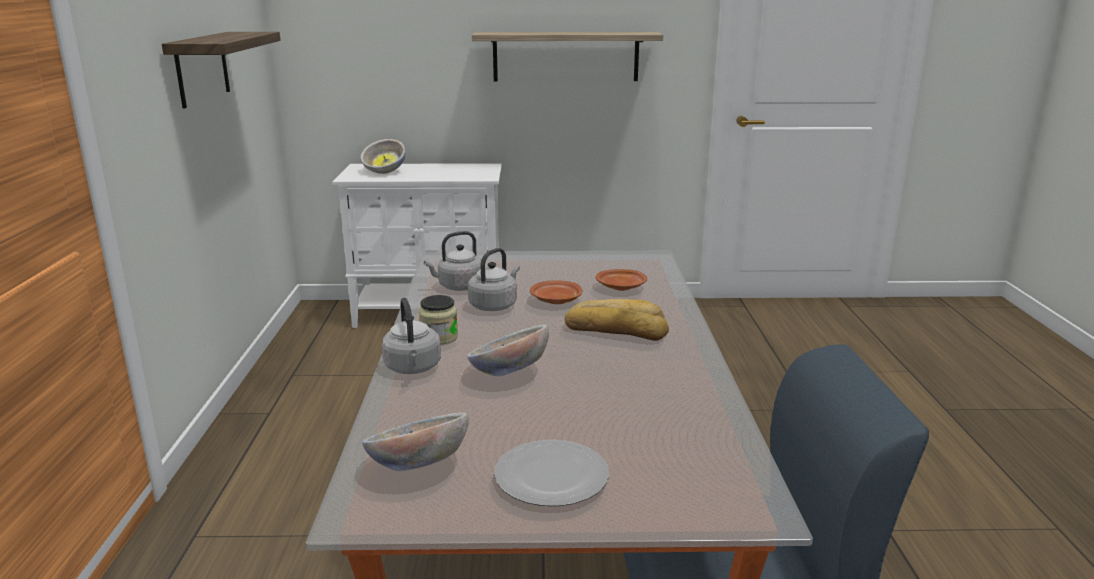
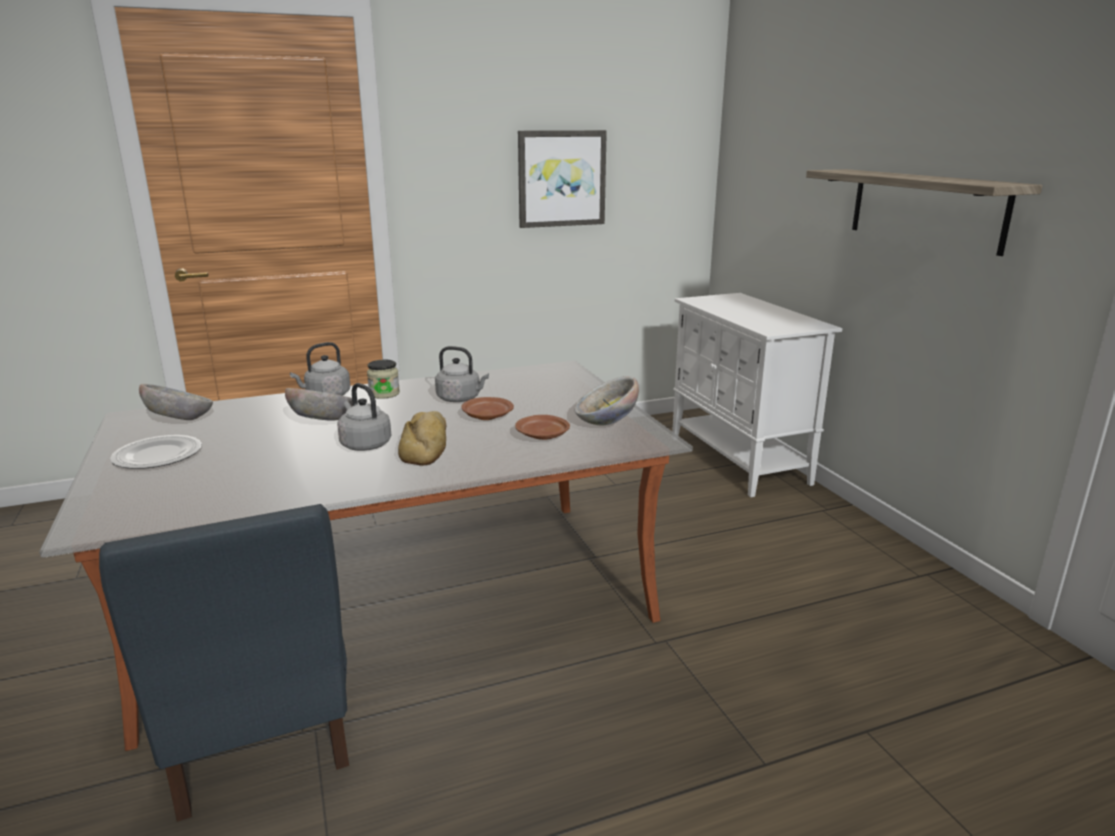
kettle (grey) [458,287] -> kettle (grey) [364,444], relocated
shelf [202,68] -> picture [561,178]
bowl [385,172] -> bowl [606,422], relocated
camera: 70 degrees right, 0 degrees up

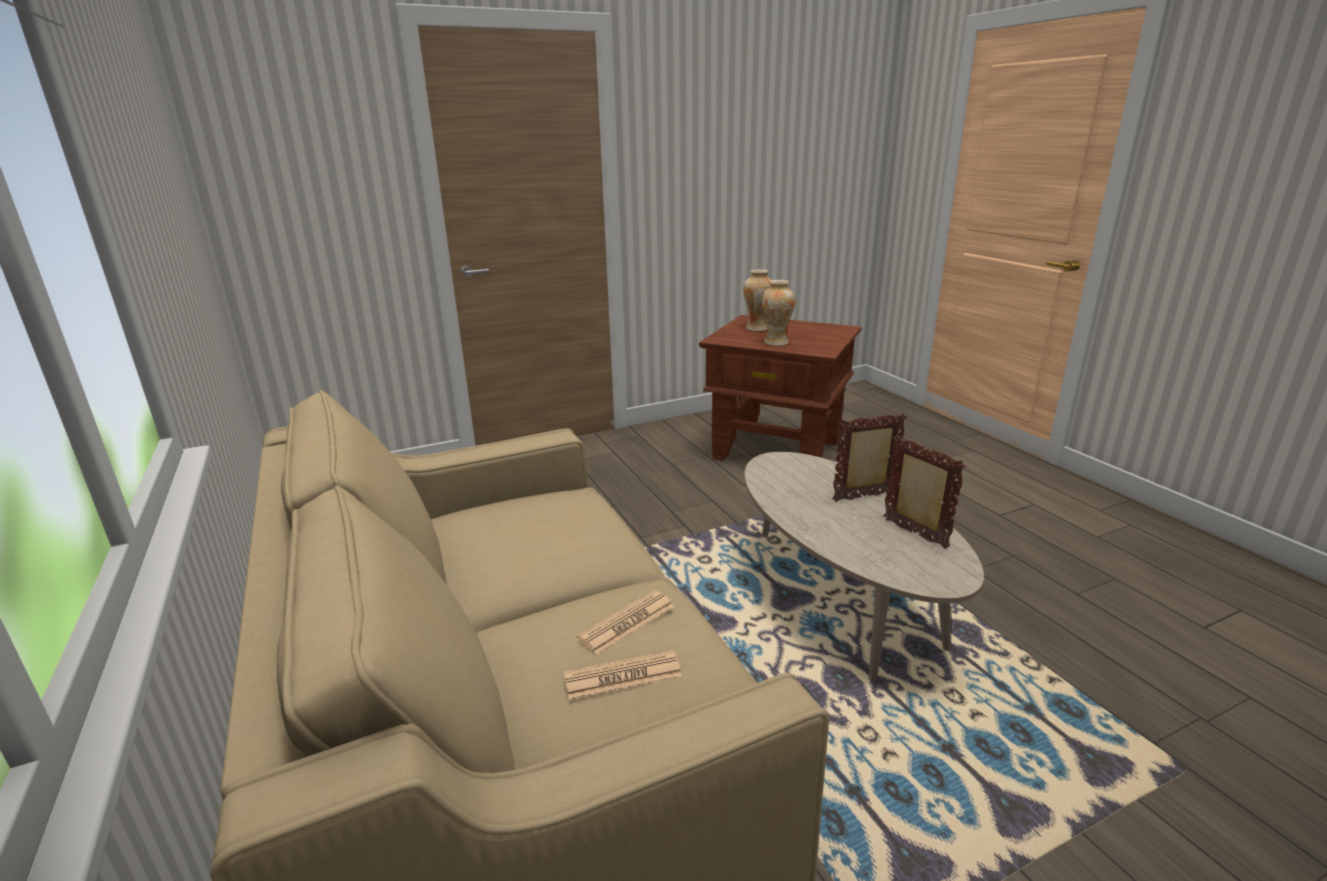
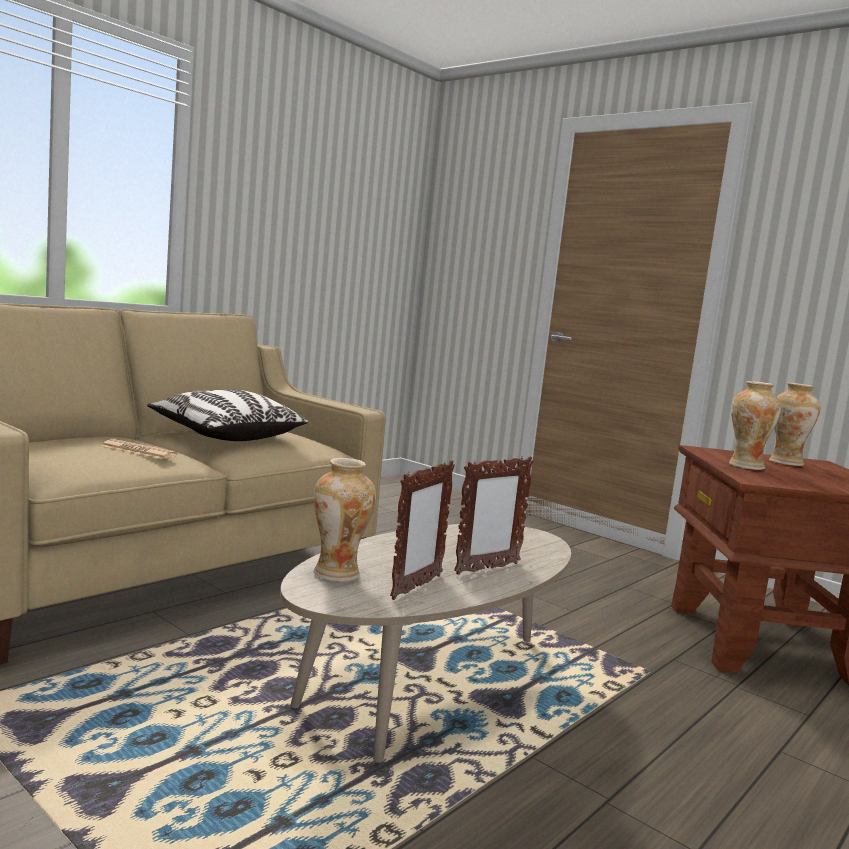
none -> pillow [226,436]
none -> vase [337,574]
picture frame [864,497] -> picture frame [486,569], 90 degrees clockwise
newspaper [622,676] -> none
camera: 65 degrees right, 15 degrees down

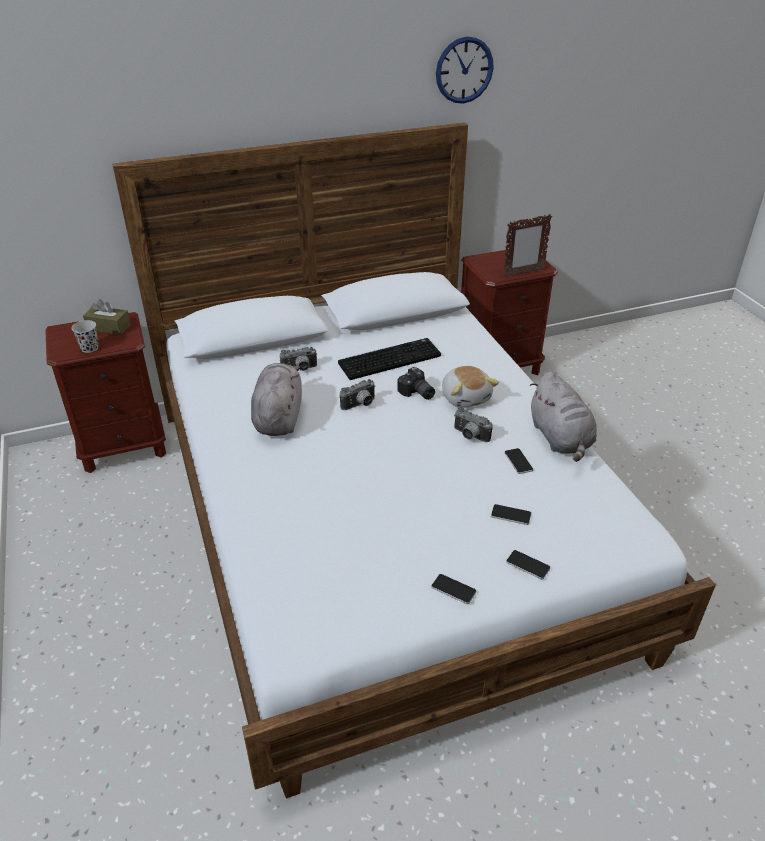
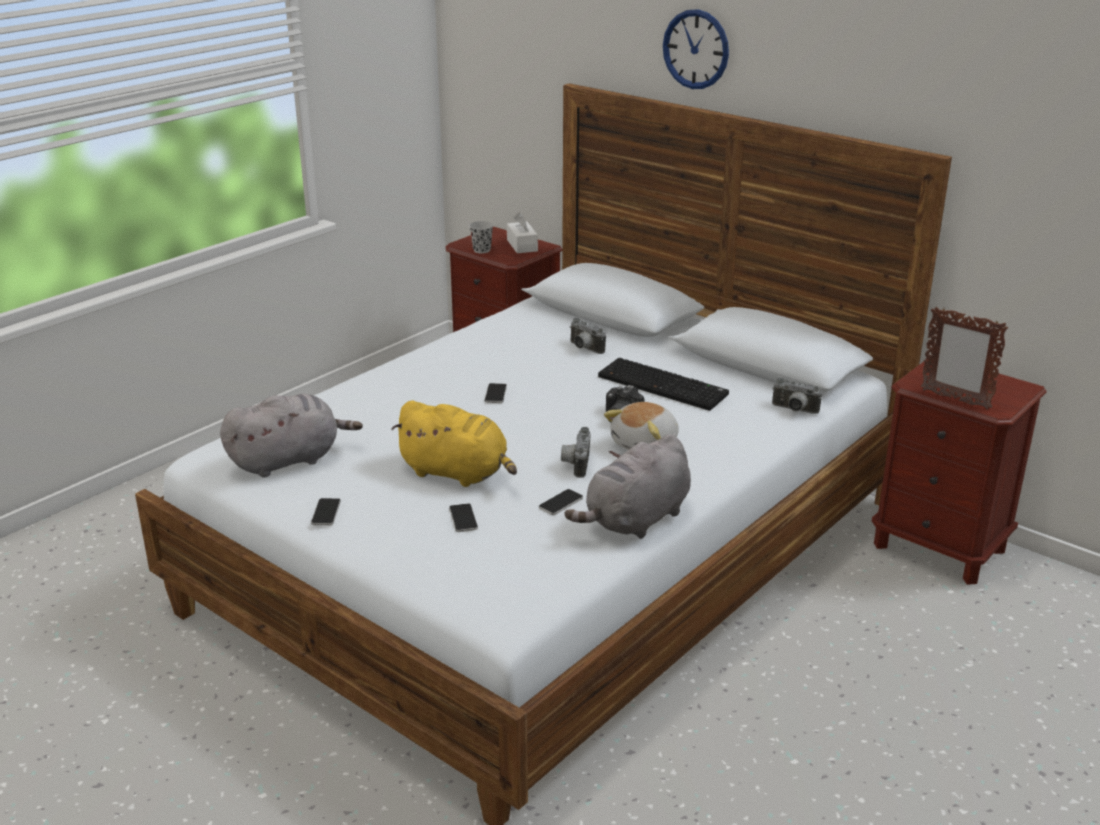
plush toy (grey) [278,417] -> plush toy (grey) [289,460], relocated
none -> plush toy (yellow) [457,473]
phone [528,565] -> phone [495,394], relocated
tissue box (brown) [108,327] -> tissue box (white) [522,245]
wall clock [464,70] -> wall clock [696,49], relocated
photo camera [360,405] -> photo camera [794,410], relocated
camera: 60 degrees right, 10 degrees down

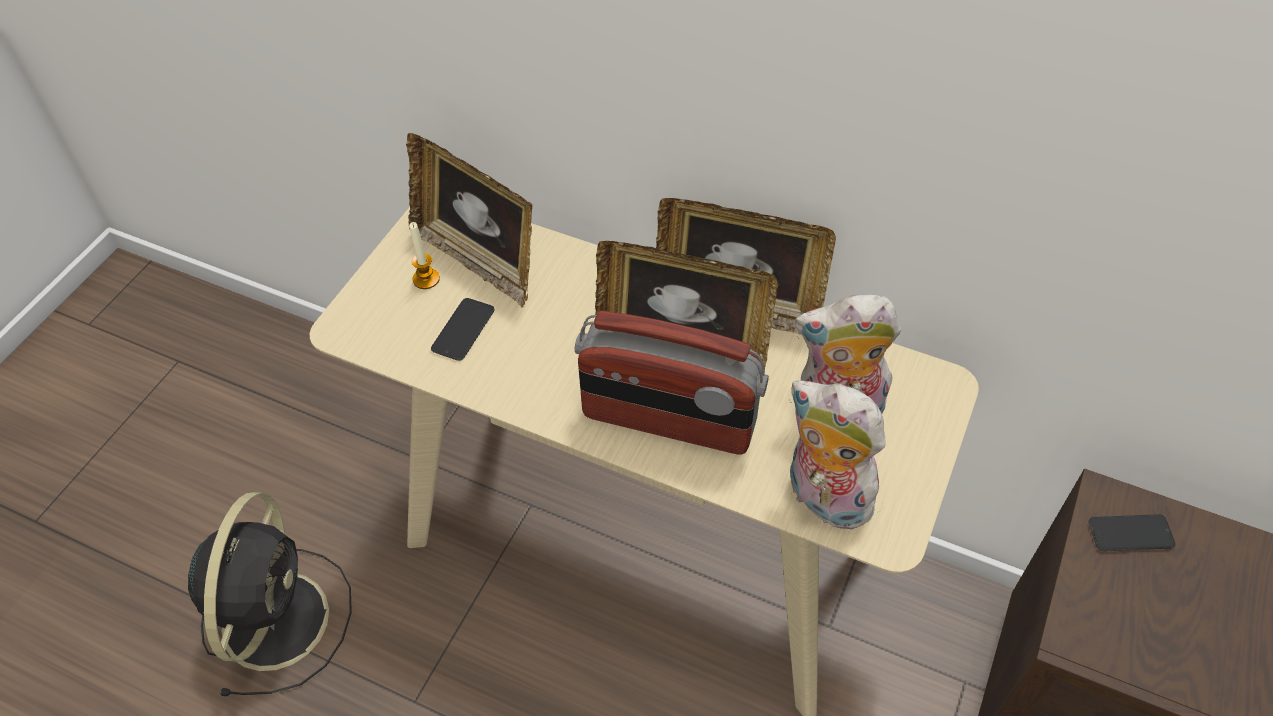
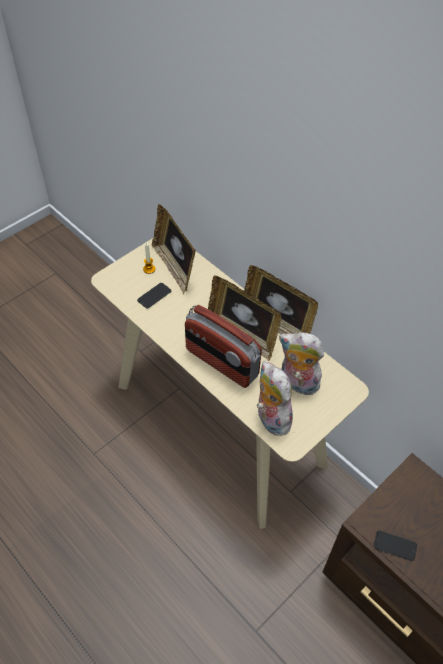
phone [1130,533] -> phone [395,546], relocated
fan (black) [277,615] -> none
camera: 20 degrees right, 0 degrees up

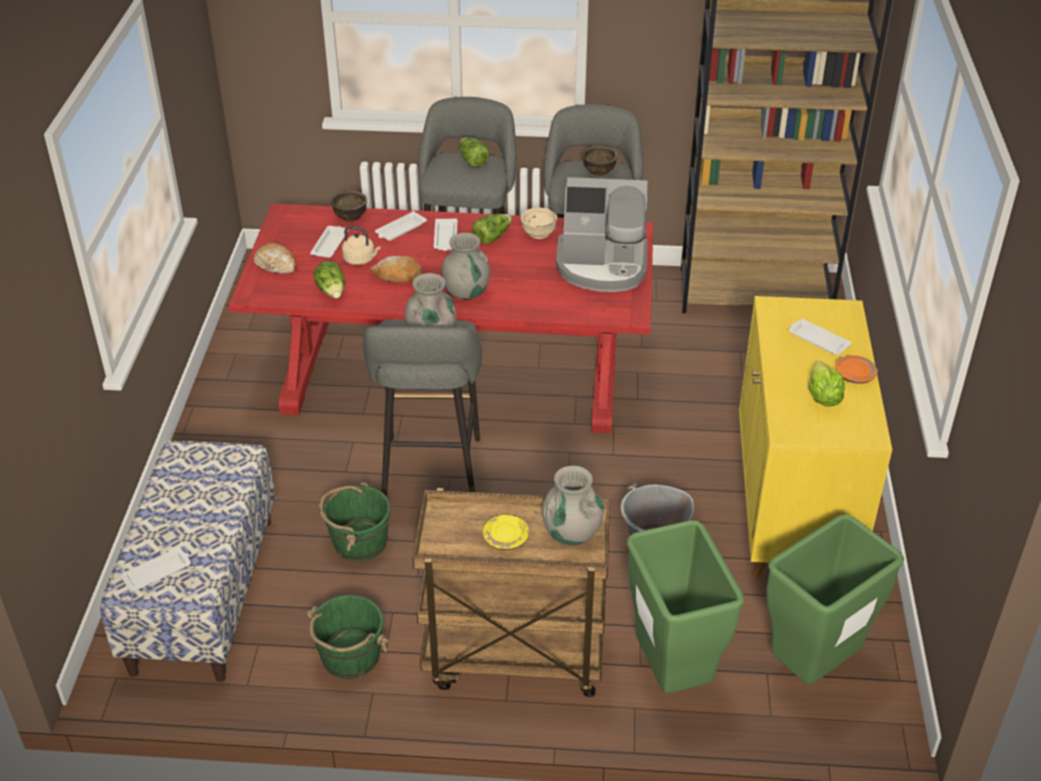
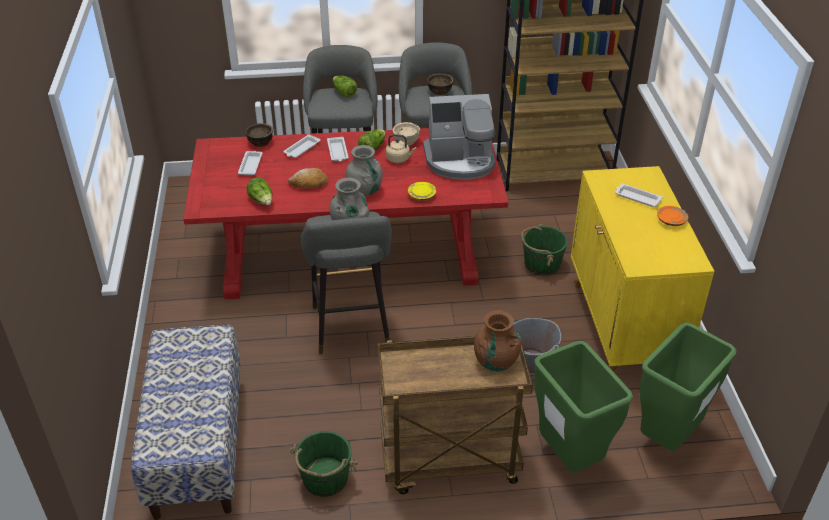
kettle (beige) [361,260] -> kettle (beige) [399,159], relocated
plate (yellow) [506,539] -> plate (yellow) [422,195], relocated
vase (grey) [571,532] -> vase (brown) [495,361]
bucket (green) [358,542] -> bucket (green) [541,263], relocated
tray (white) [158,572] -> none
bread [276,265] -> none
lettuce [822,398] -> none
camera: 10 degrees left, 0 degrees up

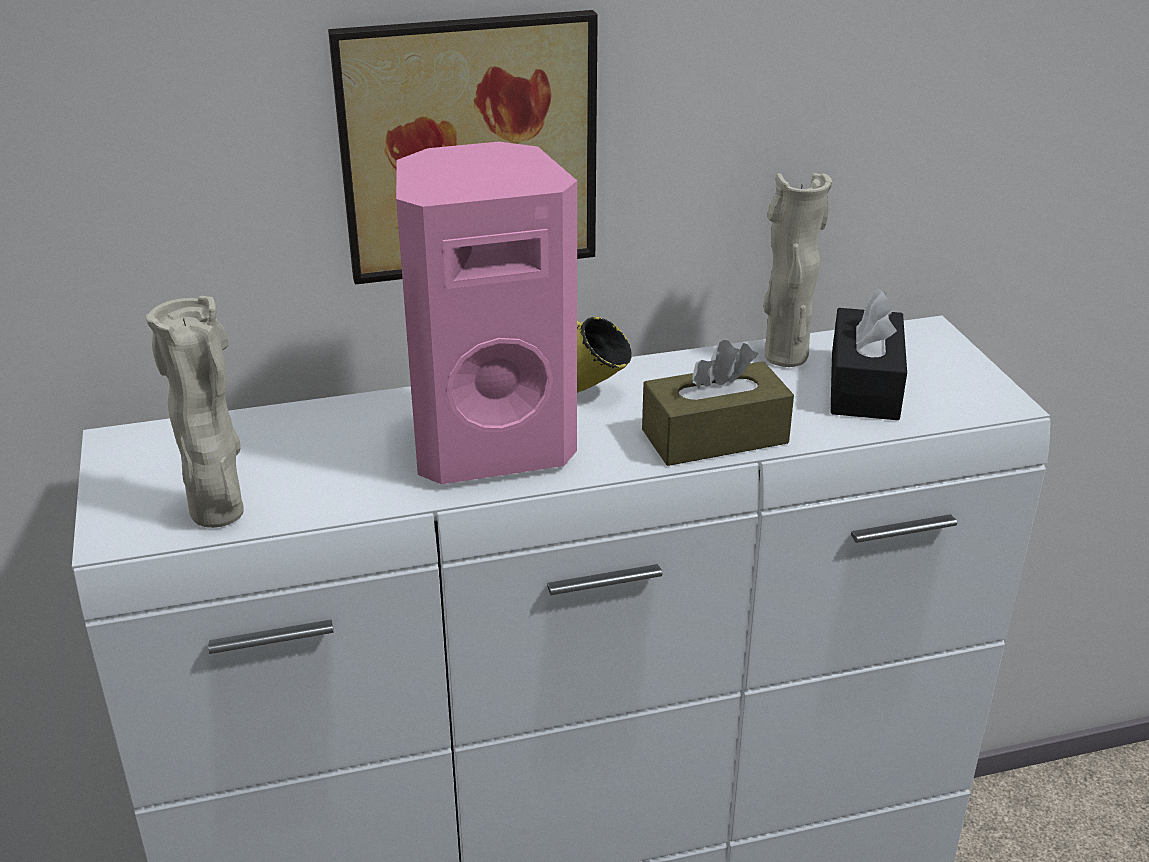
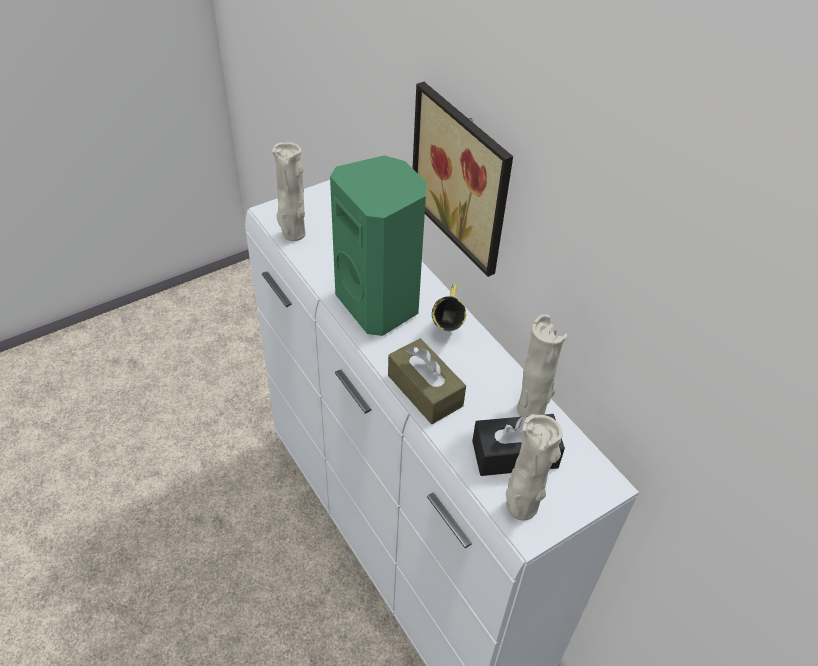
speaker (pink) [489,444] -> speaker (green) [380,304]
none -> vase (beige) [520,508]
camera: 70 degrees right, 15 degrees up

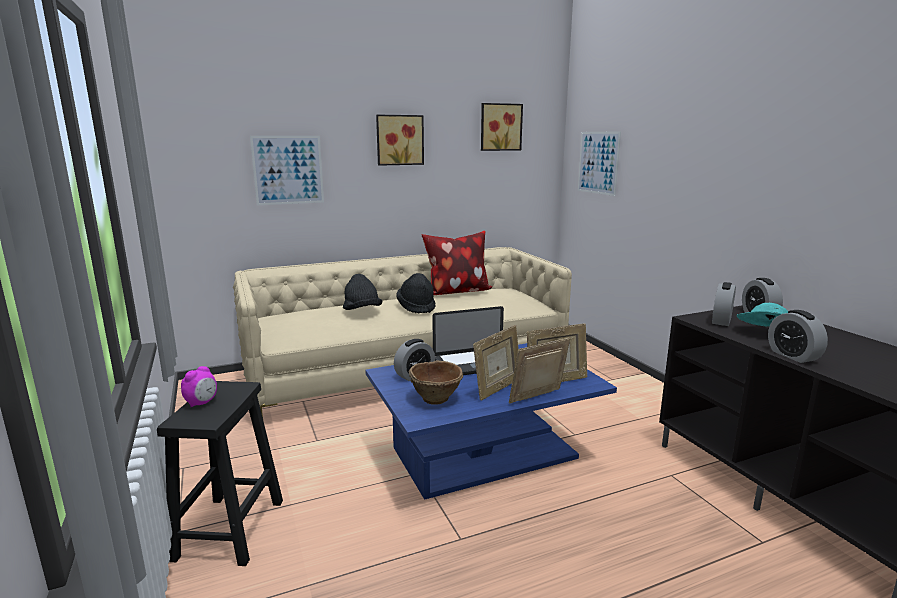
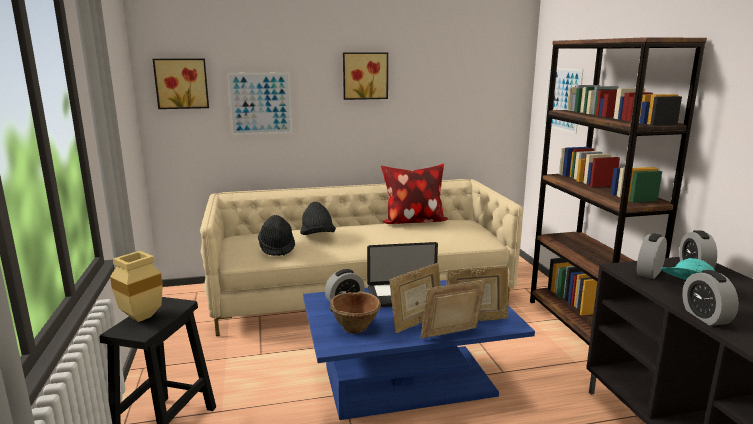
alarm clock [202,403] -> vase (beige) [142,316]
picture [500,127] -> picture [181,83], relocated
hat (black) [416,307] -> hat (black) [277,248], relocated
none -> bookcase (brown) [585,327]
camera: 10 degrees right, 0 degrees up

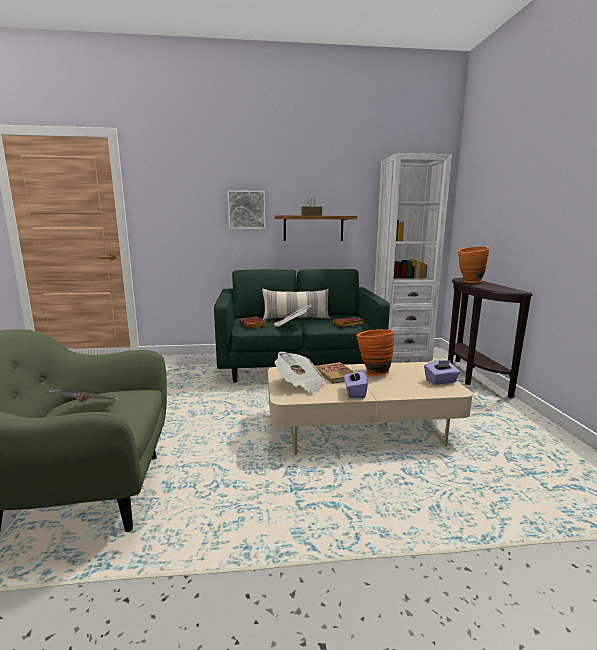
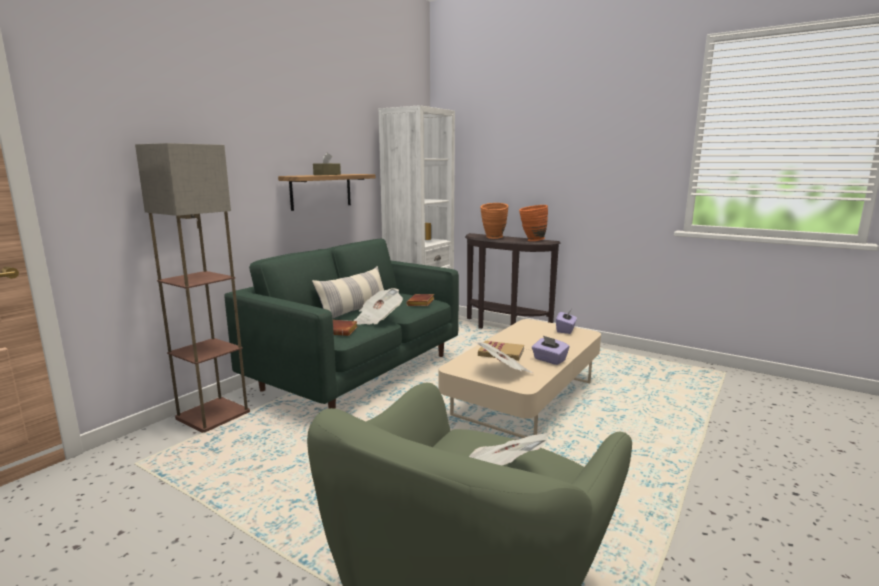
none -> floor lamp [213,415]
vase (orange) [372,372] -> vase (orange) [531,240], relocated
picture [246,210] -> none
camera: 50 degrees left, 0 degrees up

